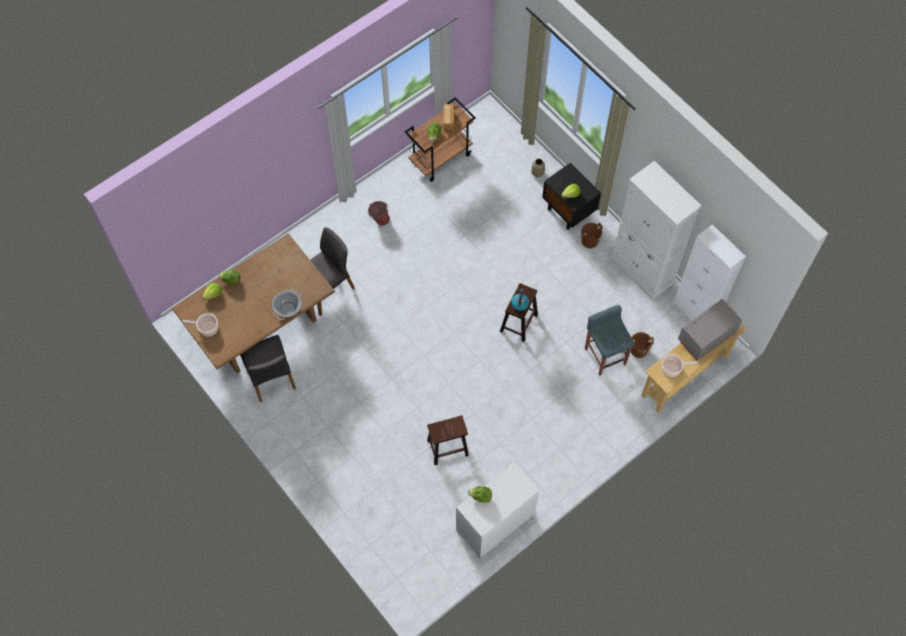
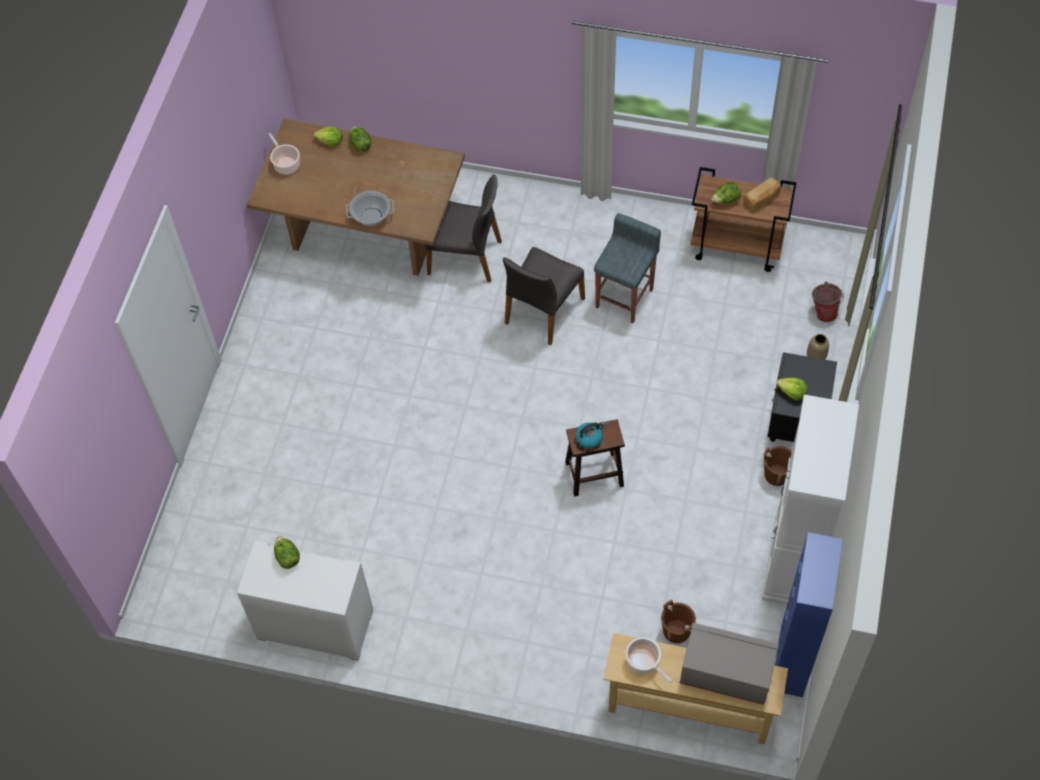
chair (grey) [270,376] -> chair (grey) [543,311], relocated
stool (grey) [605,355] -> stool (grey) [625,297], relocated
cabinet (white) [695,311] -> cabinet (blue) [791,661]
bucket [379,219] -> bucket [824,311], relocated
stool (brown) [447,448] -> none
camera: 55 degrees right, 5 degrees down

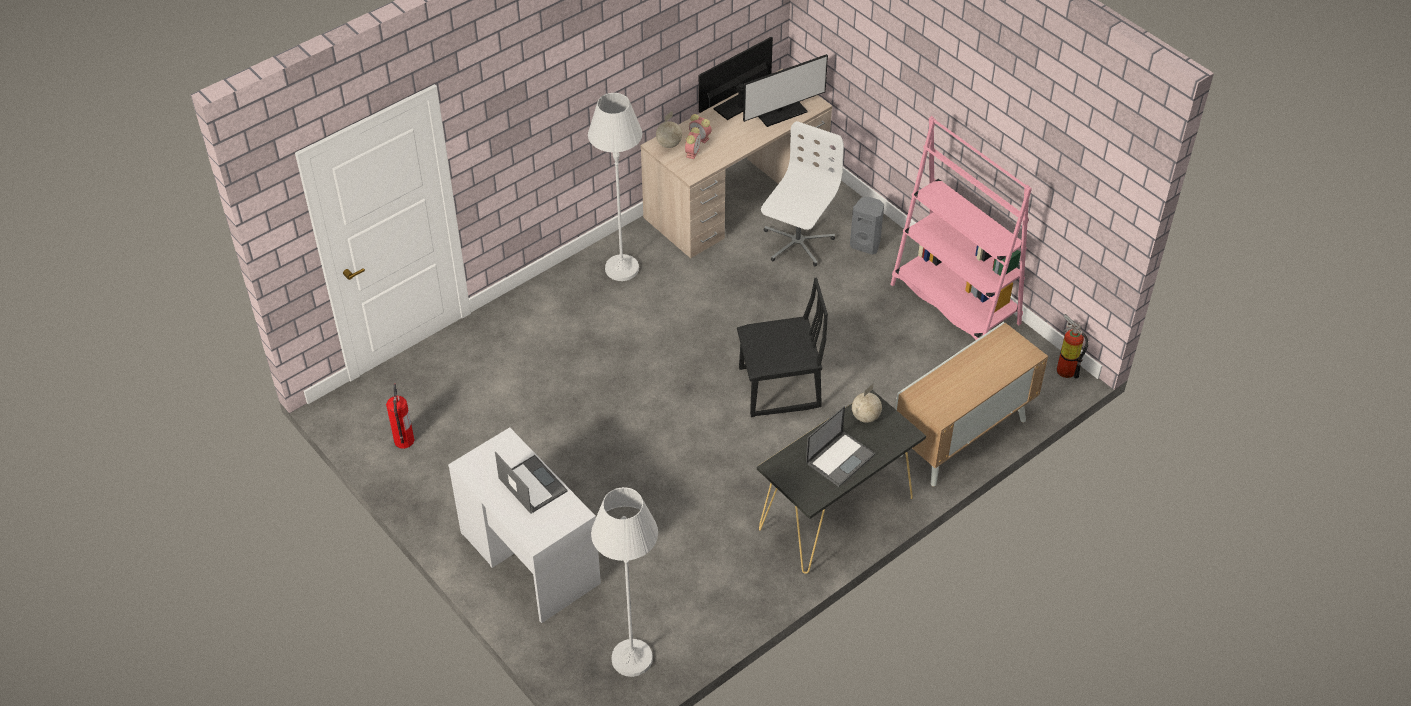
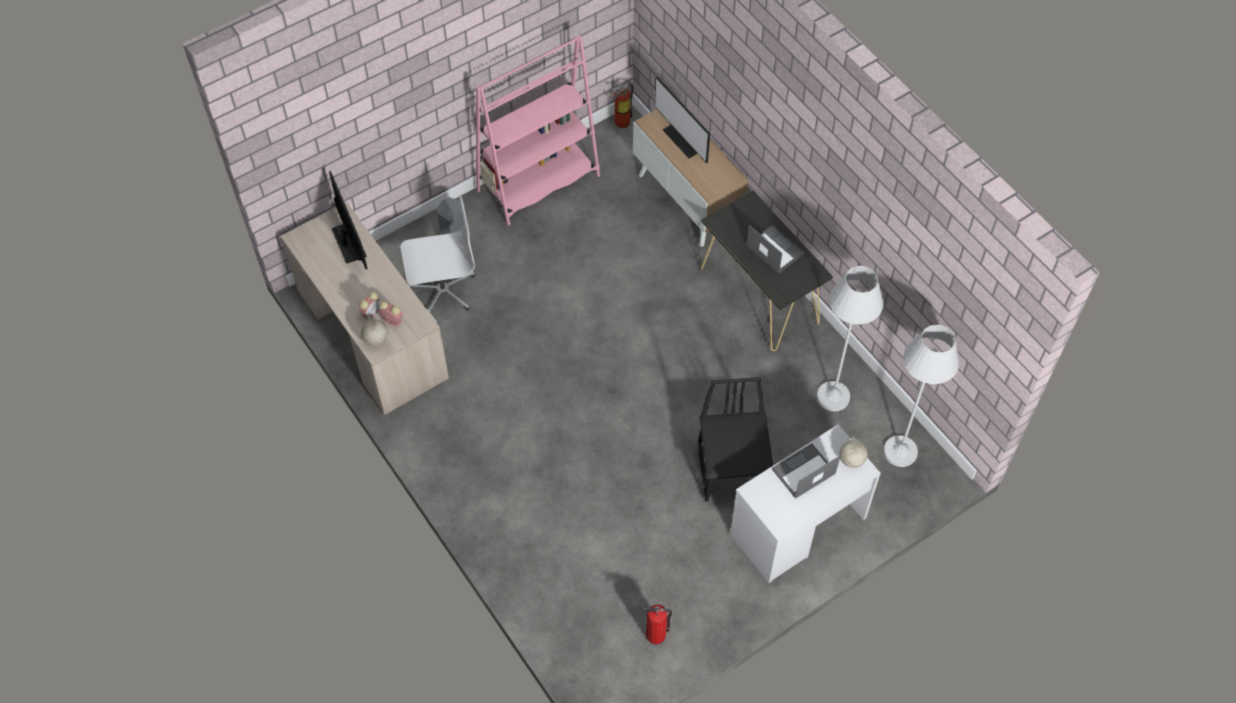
office chair (white) [797,242] -> office chair (white) [442,290], 135 degrees clockwise
monitor [738,105] -> monitor [683,139], relocated
chair (black) [779,389] -> chair (black) [733,469], relocated
floor lamp (white) [622,268] -> floor lamp (white) [833,396], relocated
globe [866,417] -> globe [851,459], relocated
camera: 85 degrees left, 10 degrees up

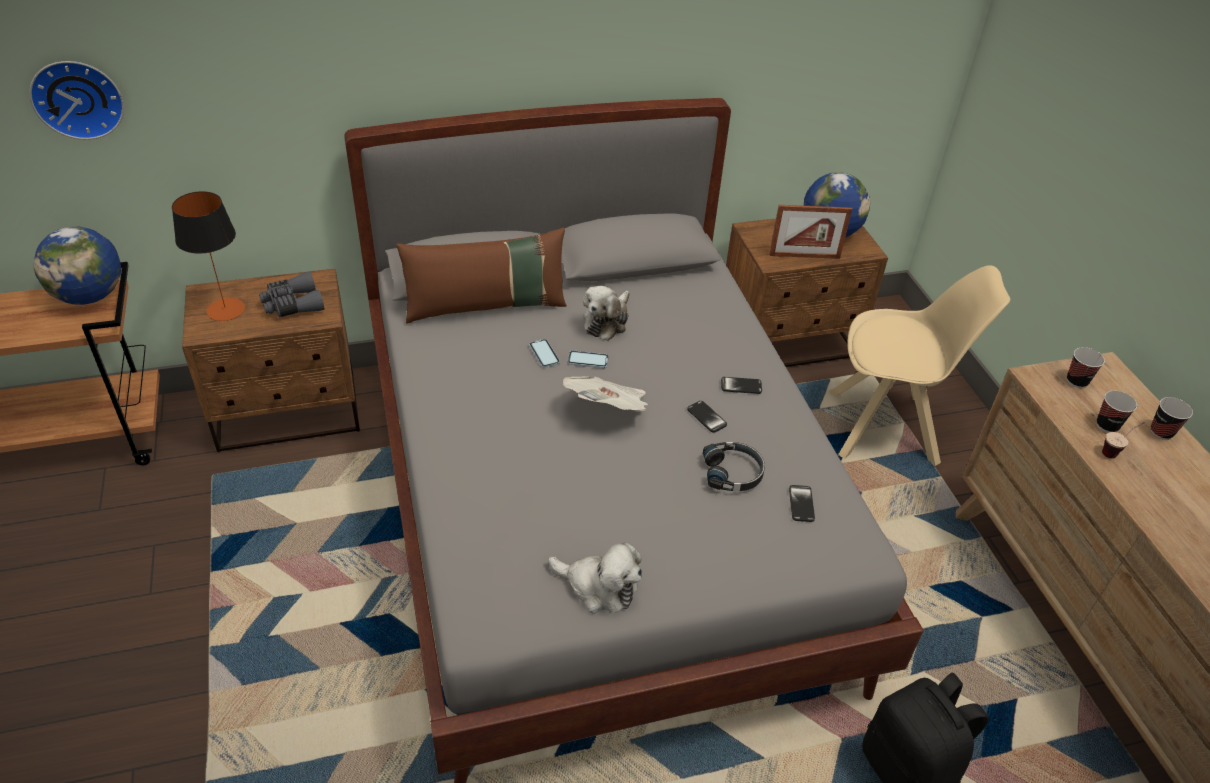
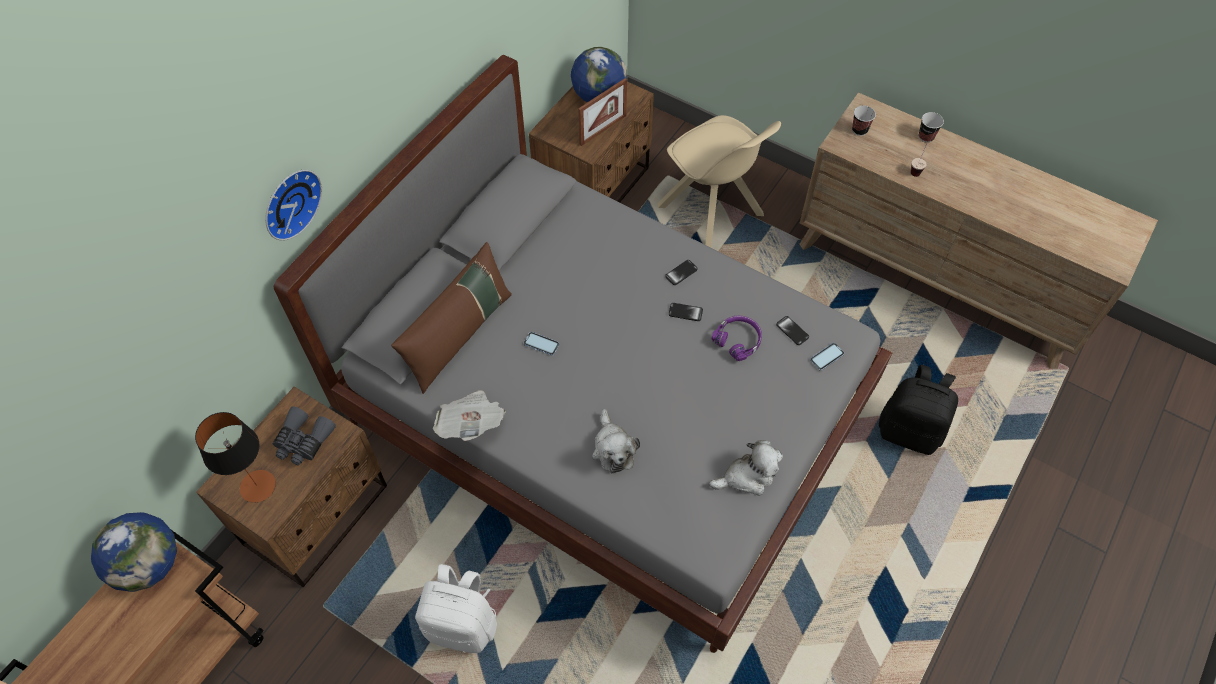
wall clock [78,97] -> wall clock [289,202], relocated
none -> backpack (white) [462,624]
newspaper [608,409] -> newspaper [471,424], relocated
plush toy [607,321] -> plush toy [613,448], relocated
chair (beige) [886,427] -> chair (beige) [712,212], 90 degrees clockwise
headphones (black) [733,473] -> headphones (purple) [738,340]
phone [588,360] -> phone [826,357], relocated
cup [1107,425] -> none
camera: 40 degrees left, 15 degrees up

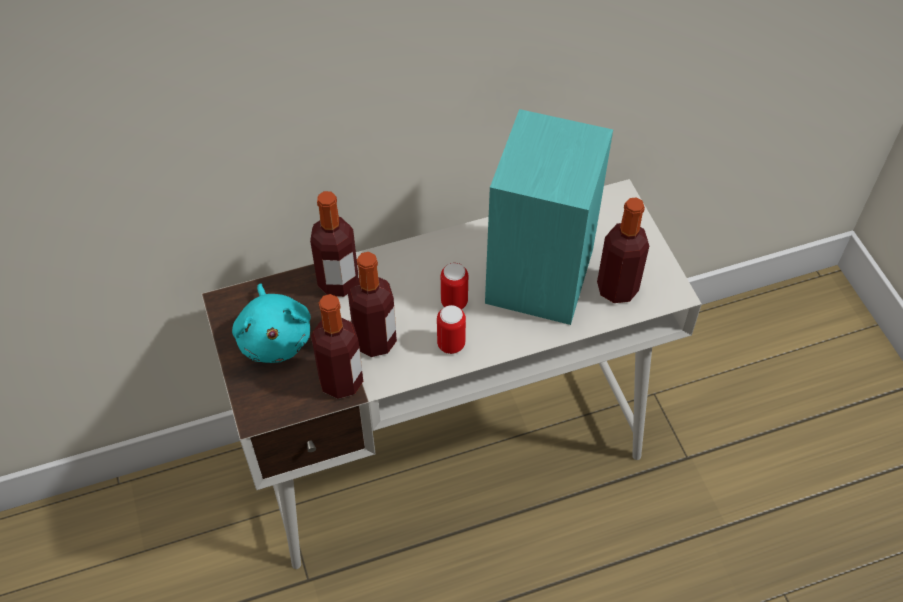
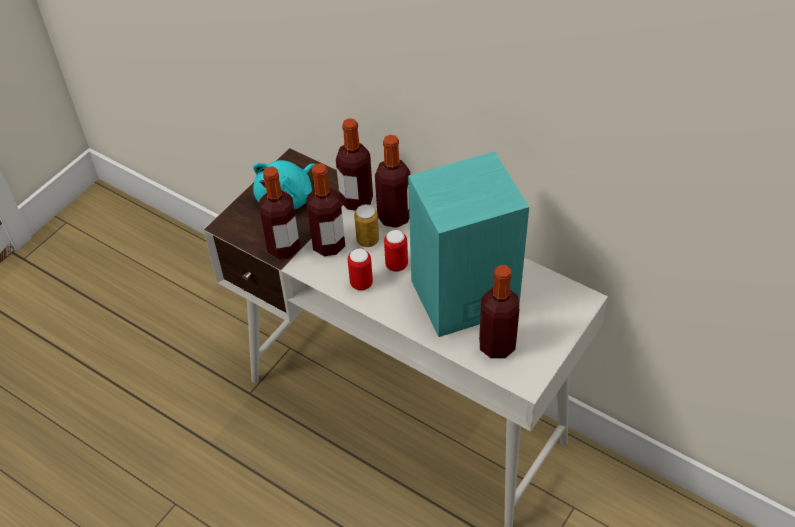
none -> can [367,240]
none -> bottle [394,217]
camera: 55 degrees right, 5 degrees down

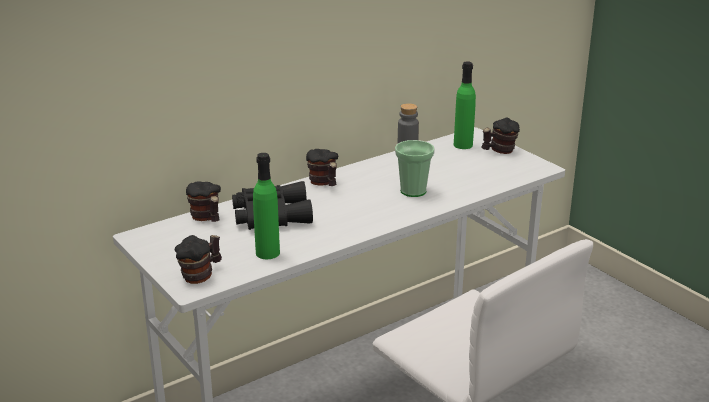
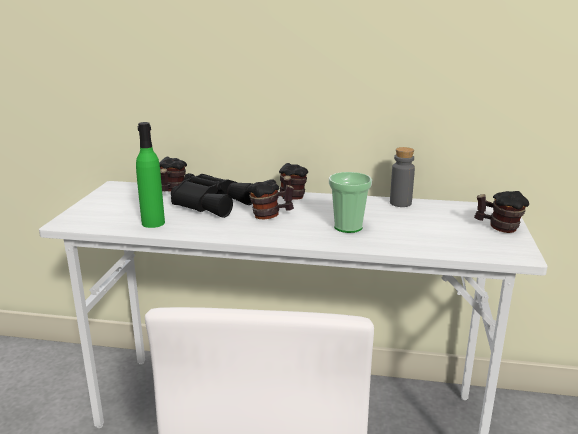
mug [201,275] -> mug [270,216], relocated
bottle (green) [463,145] -> none
camera: 45 degrees right, 5 degrees down

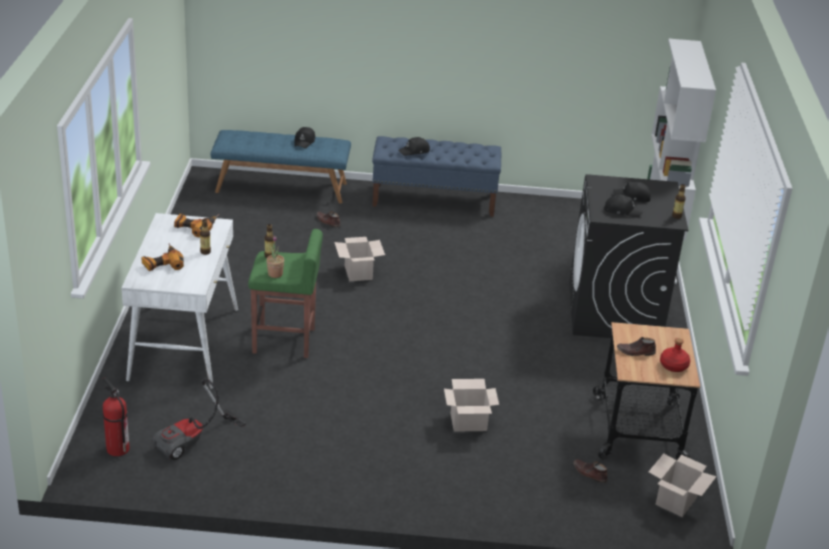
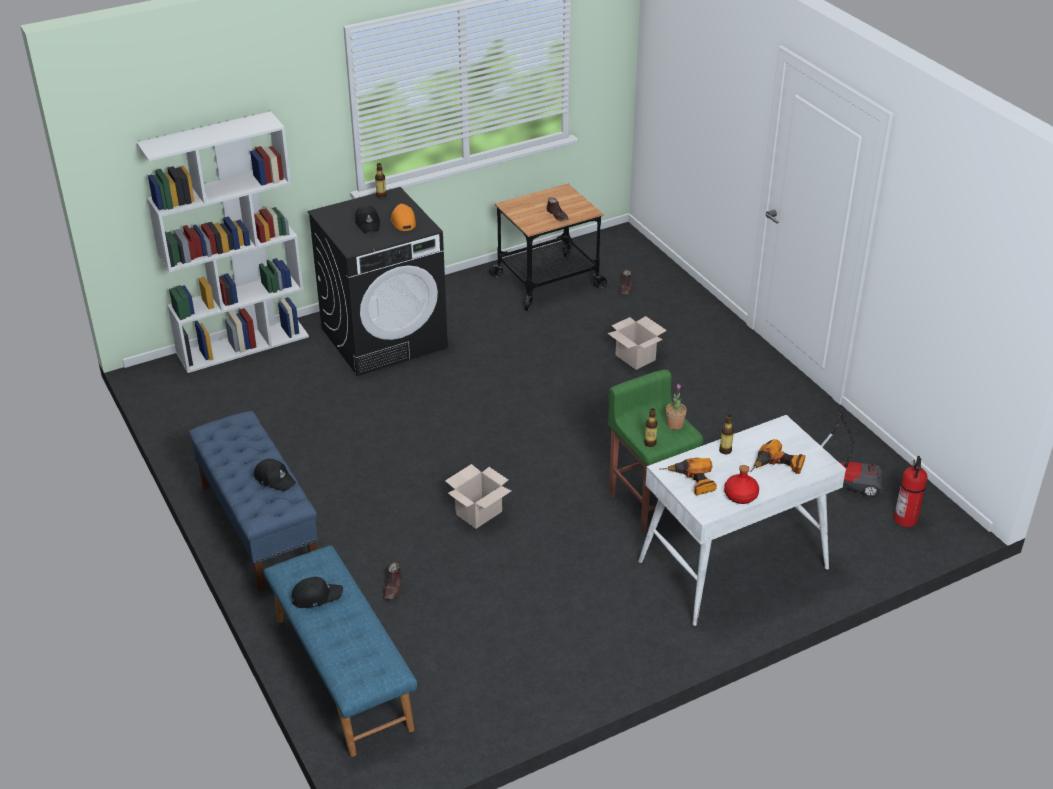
cap (black) [622,211] -> cap (orange) [402,221]
bottle (red) [674,365] -> bottle (red) [740,495], relocated
cardboard box [676,500] -> none
camera: 120 degrees left, 5 degrees up

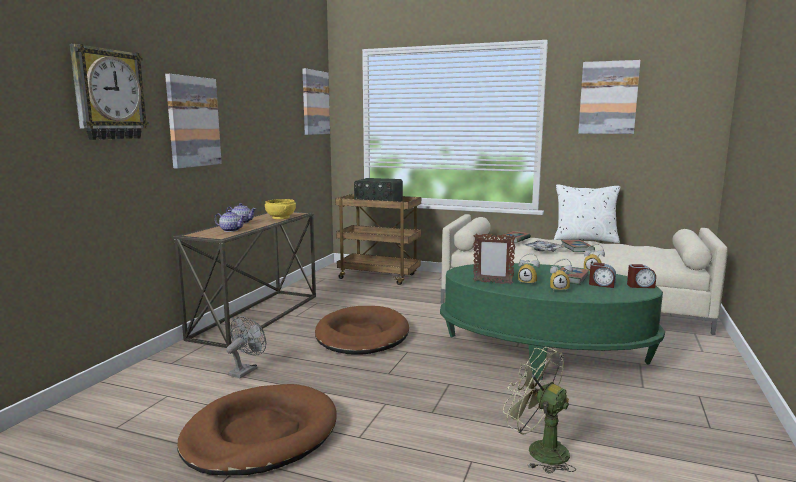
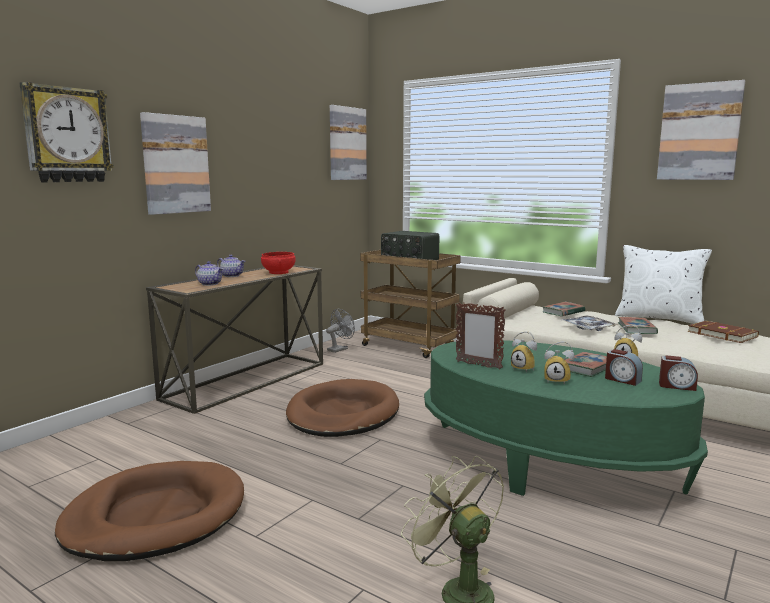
bowl (yellow) [281,217] -> bowl (red) [279,272]
fan (grey) [246,370] -> fan (grey) [339,349], relocated
none -> book (brown) [722,334]
camera: 15 degrees right, 0 degrees up

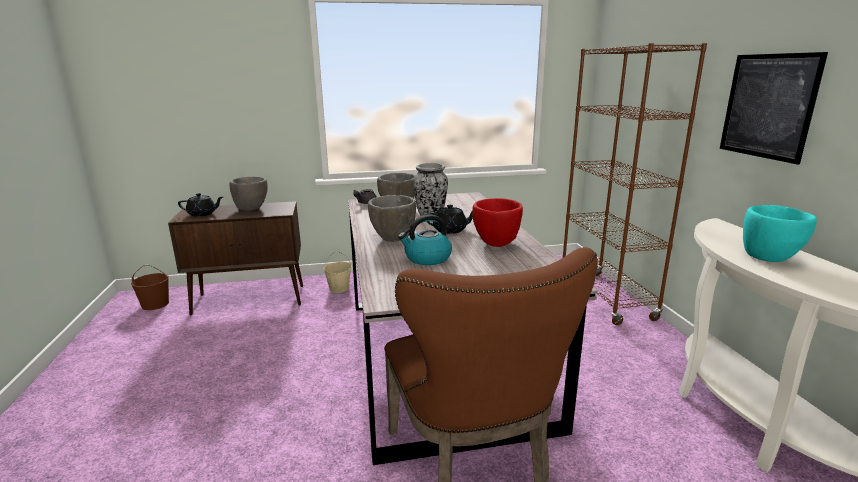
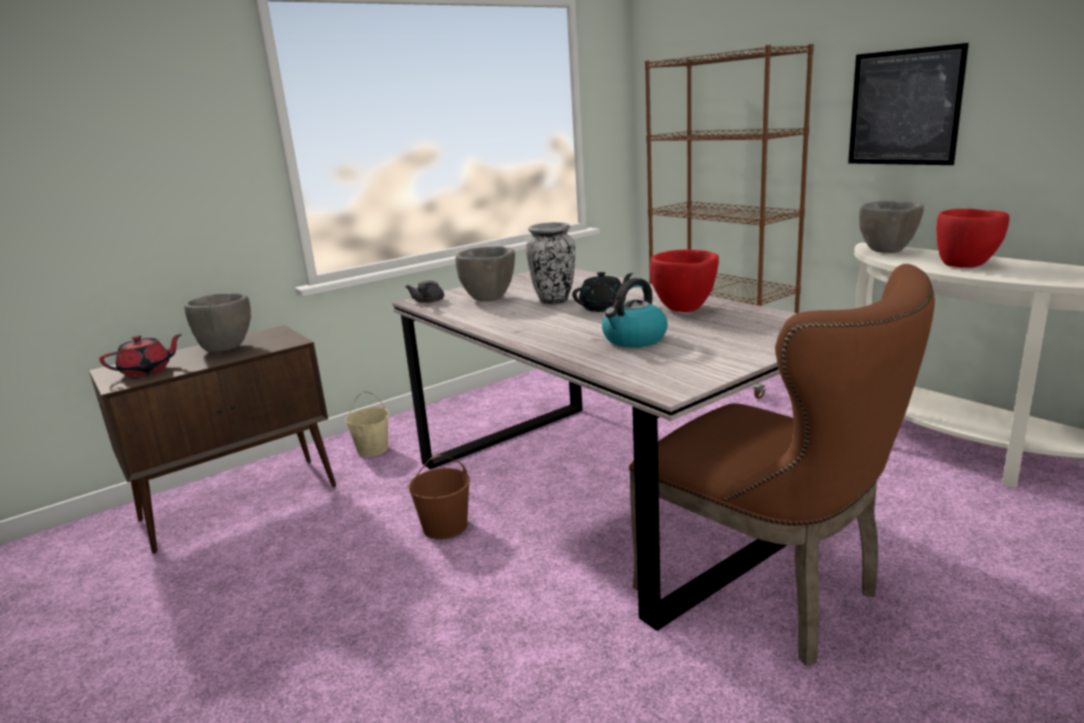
teapot (black) [202,214] -> teapot (red) [147,371]
bucket (brown) [154,304] -> bucket (brown) [444,526], relocated
bowl (grey) [393,239] -> bowl (grey) [887,252], relocated
bowl (turquoise) [769,258] -> bowl (red) [966,265]
camera: 25 degrees left, 0 degrees up

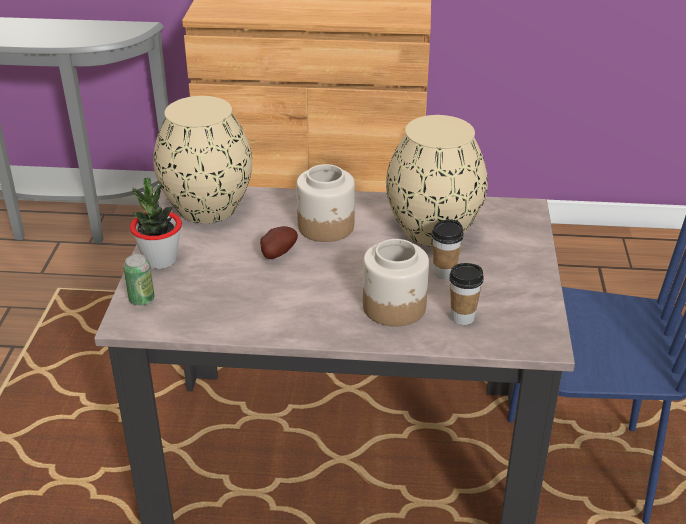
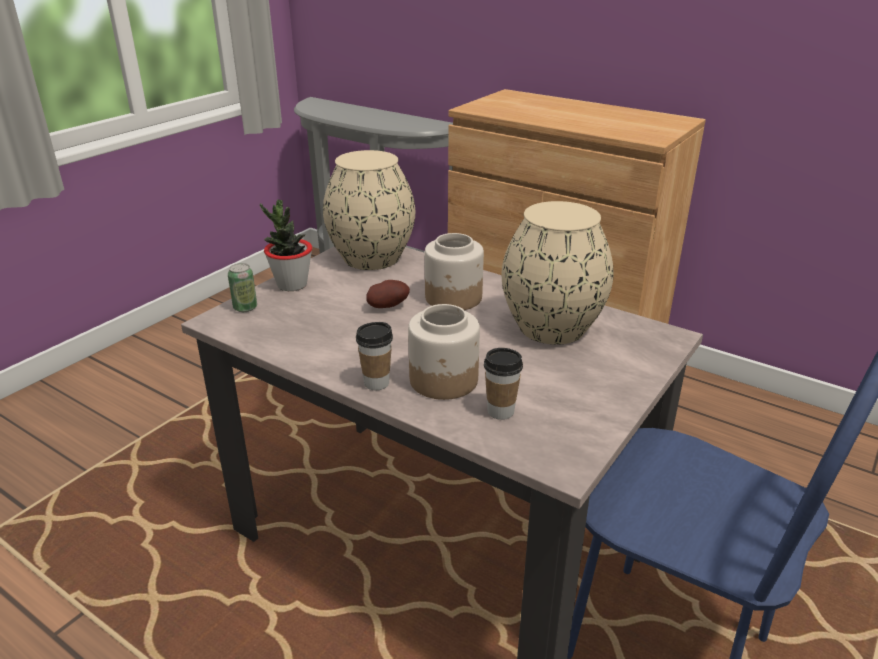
cup [444,273] -> cup [376,383], relocated
camera: 30 degrees right, 5 degrees down

